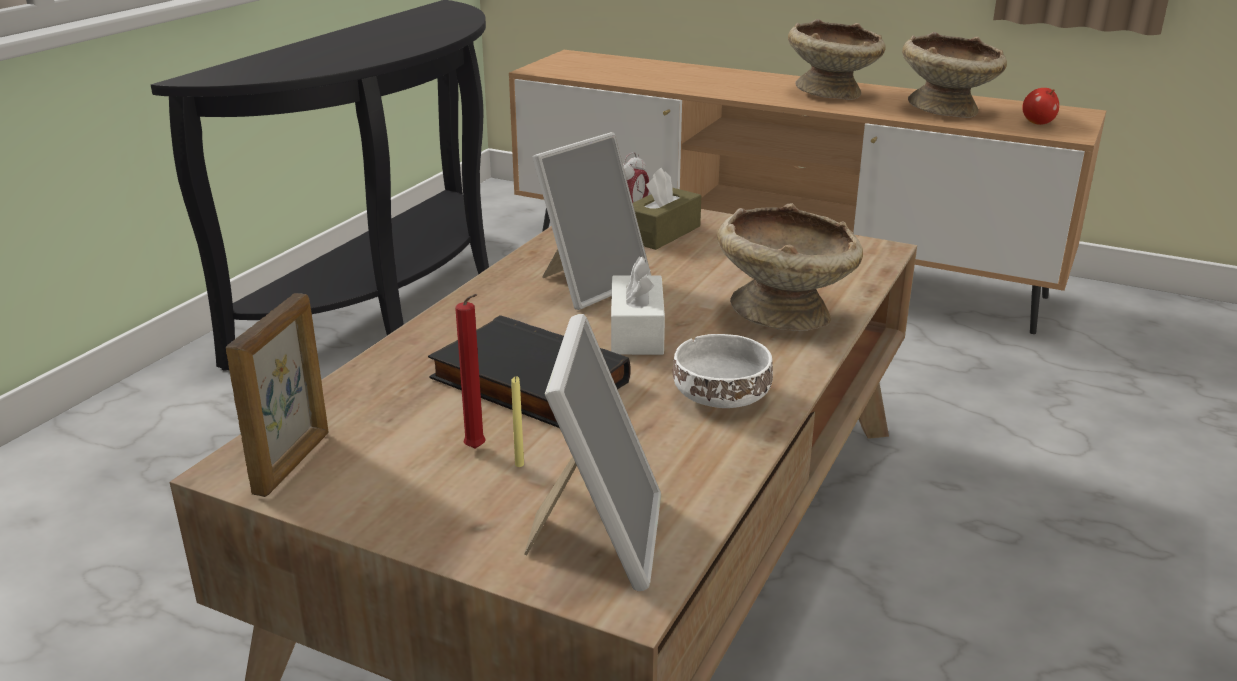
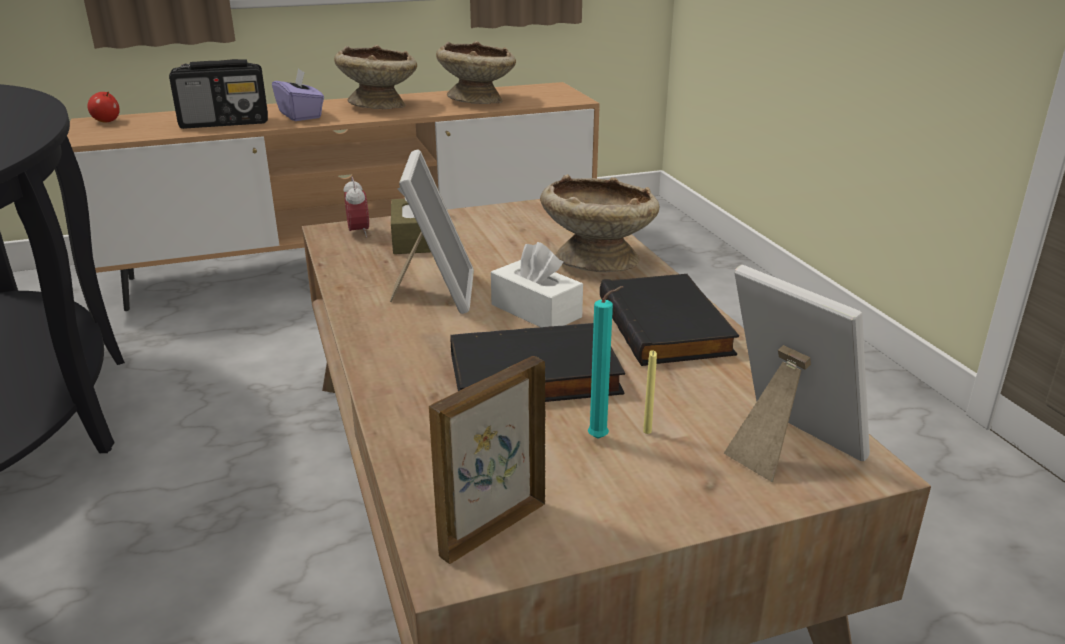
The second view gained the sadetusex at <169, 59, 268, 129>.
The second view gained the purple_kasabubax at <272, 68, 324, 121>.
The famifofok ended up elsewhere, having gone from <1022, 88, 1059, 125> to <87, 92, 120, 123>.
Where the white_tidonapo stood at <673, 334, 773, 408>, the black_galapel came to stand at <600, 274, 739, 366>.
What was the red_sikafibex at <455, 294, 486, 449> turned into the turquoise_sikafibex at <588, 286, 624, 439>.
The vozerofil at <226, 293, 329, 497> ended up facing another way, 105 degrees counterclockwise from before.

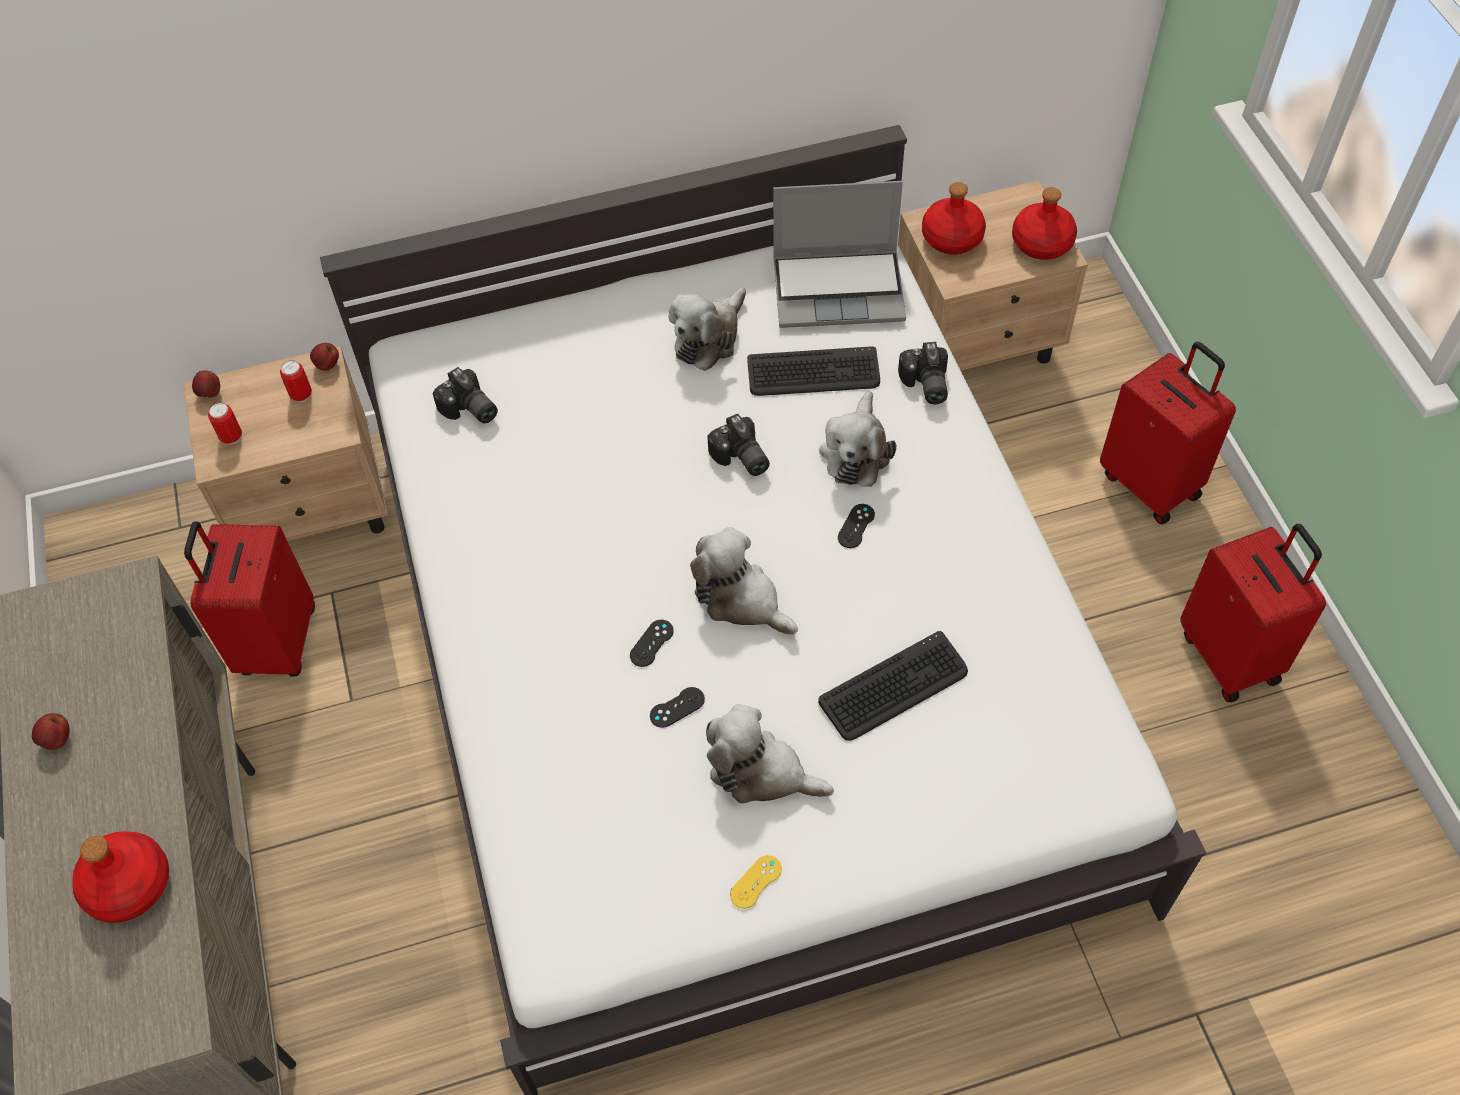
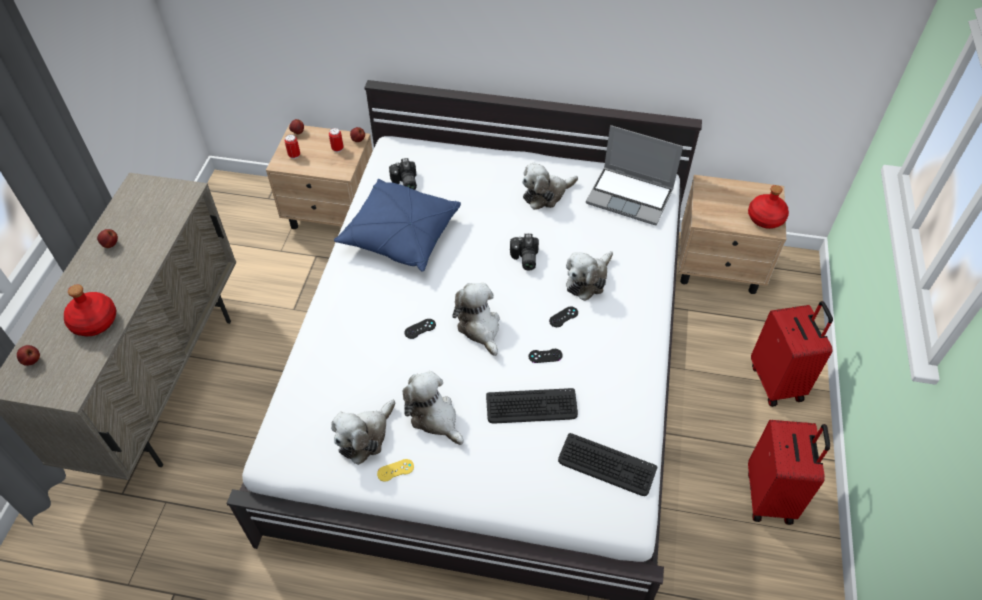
The second view lost the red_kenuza at <184, 521, 315, 677>.
The second view lost the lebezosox at <898, 342, 948, 404>.
The second view lost the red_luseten at <922, 182, 986, 255>.
The second view gained the famifofok at <17, 345, 40, 366>.
The second view gained the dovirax at <331, 400, 395, 465>.
The second view gained the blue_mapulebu at <334, 179, 461, 272>.
The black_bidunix ended up elsewhere, having gone from <650, 687, 705, 728> to <529, 349, 563, 363>.
The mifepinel ended up elsewhere, having gone from <747, 346, 880, 396> to <558, 433, 657, 496>.

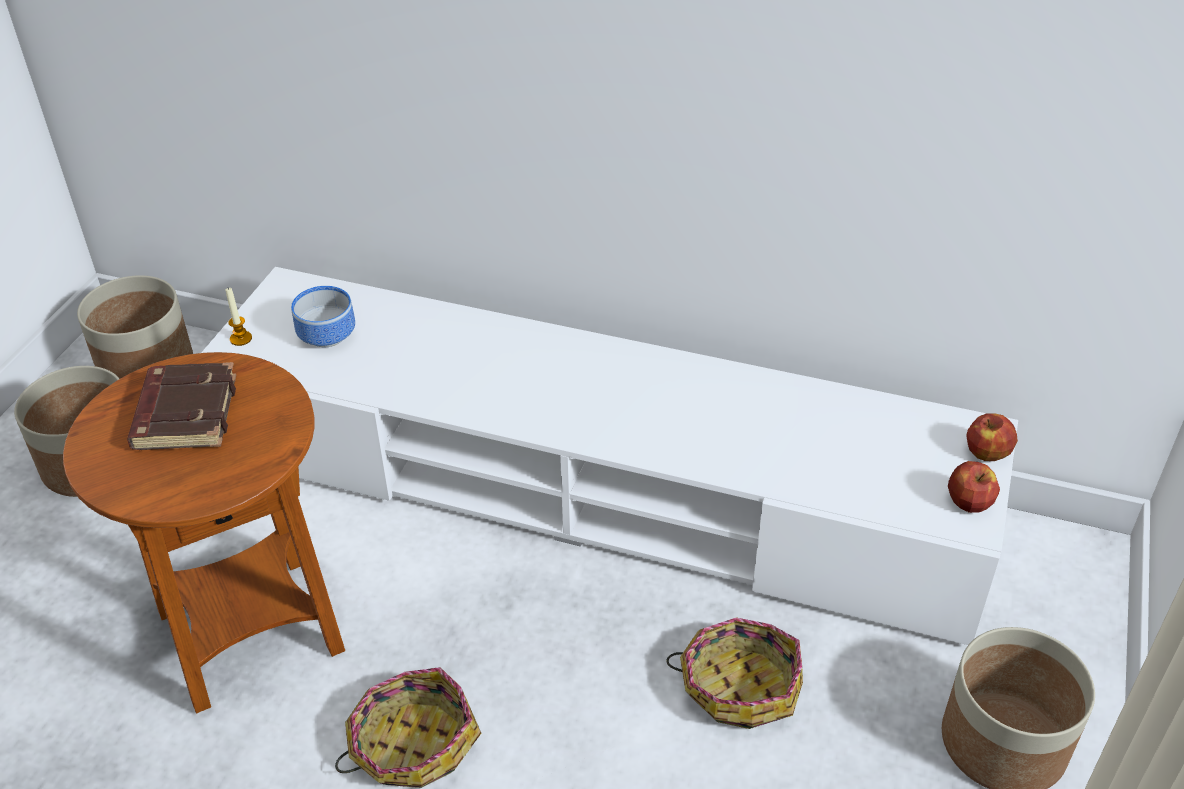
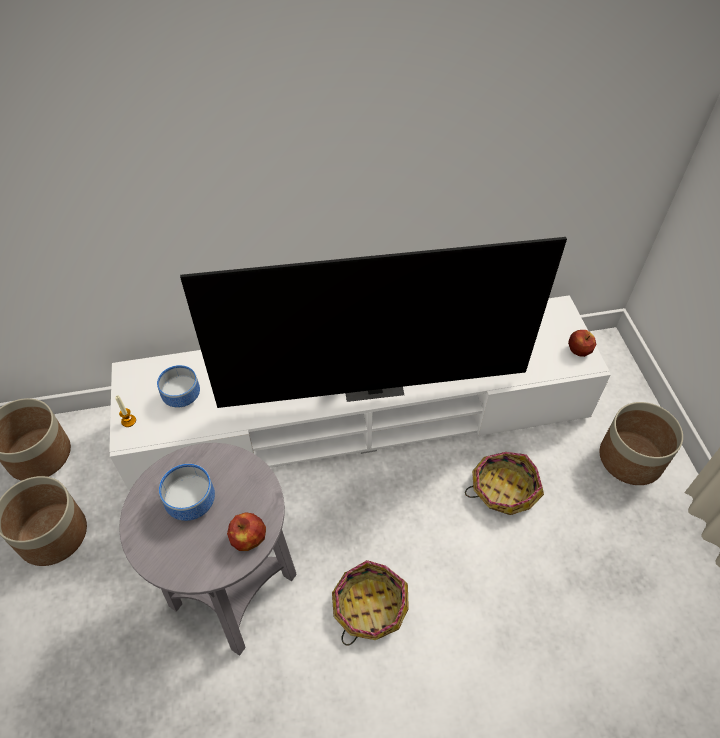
The second view gained the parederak at <180, 237, 567, 408>.
The famifofok ended up elsewhere, having gone from <966, 414, 1018, 461> to <227, 512, 266, 551>.
Where the brown_galapel stood at <127, 362, 236, 450>, the tidonapo came to stand at <159, 464, 215, 521>.
What was the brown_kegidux at <63, 352, 345, 714> turned into the grey_kegidux at <119, 443, 297, 656>.

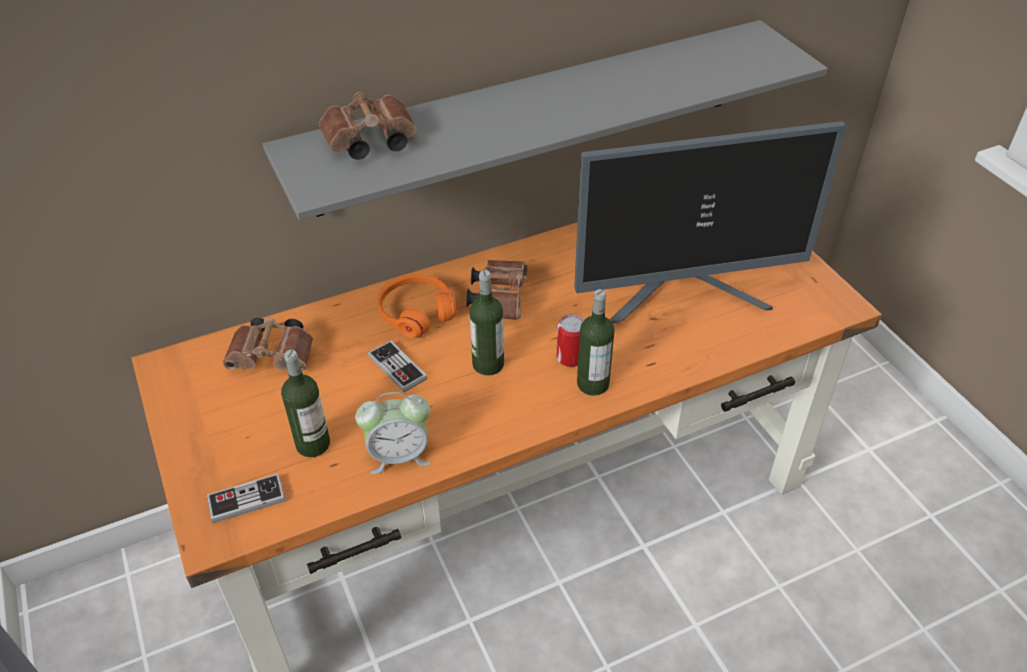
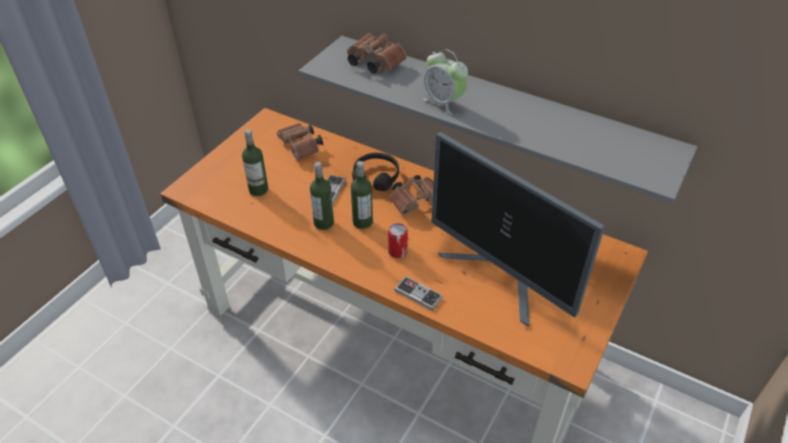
The bidunix ended up elsewhere, having gone from <207, 474, 286, 523> to <394, 276, 443, 310>.
The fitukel ended up elsewhere, having gone from <355, 392, 431, 474> to <423, 49, 468, 115>.
The luseten ended up elsewhere, having gone from <577, 289, 615, 396> to <310, 162, 334, 230>.
What was the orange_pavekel at <378, 274, 457, 338> turned into the black_pavekel at <352, 153, 399, 191>.

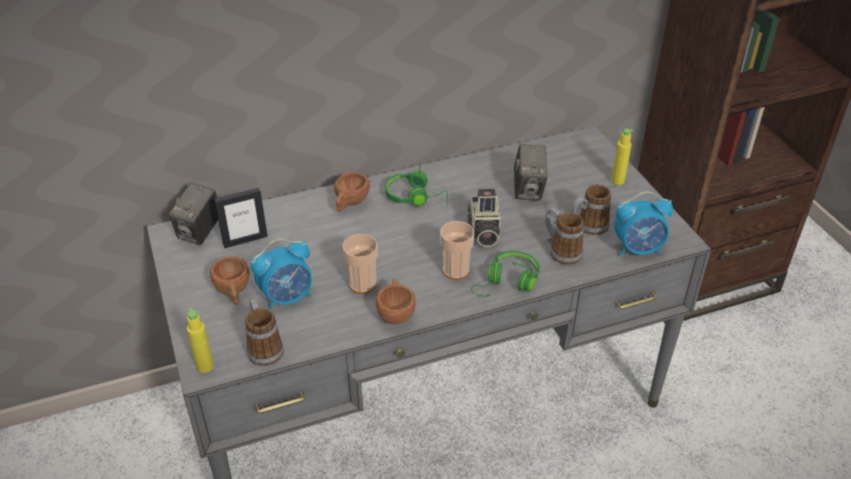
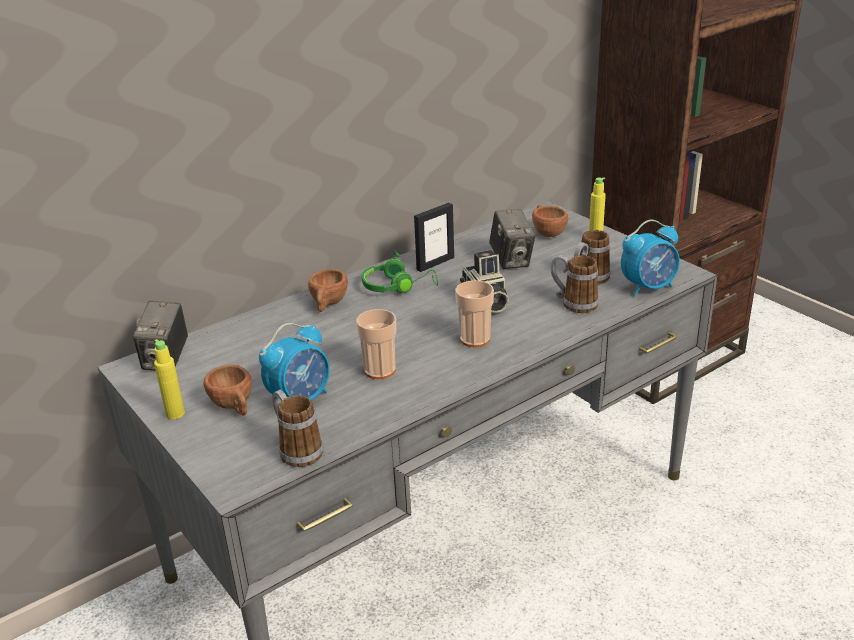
The second view lost the green_pavekel at <471, 251, 540, 297>.
The yellow_luseten ended up elsewhere, having gone from <187, 308, 214, 373> to <154, 339, 185, 419>.
The vozerofil ended up elsewhere, having gone from <214, 187, 268, 248> to <414, 203, 454, 272>.
The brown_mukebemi ended up elsewhere, having gone from <376, 278, 416, 325> to <532, 204, 568, 237>.

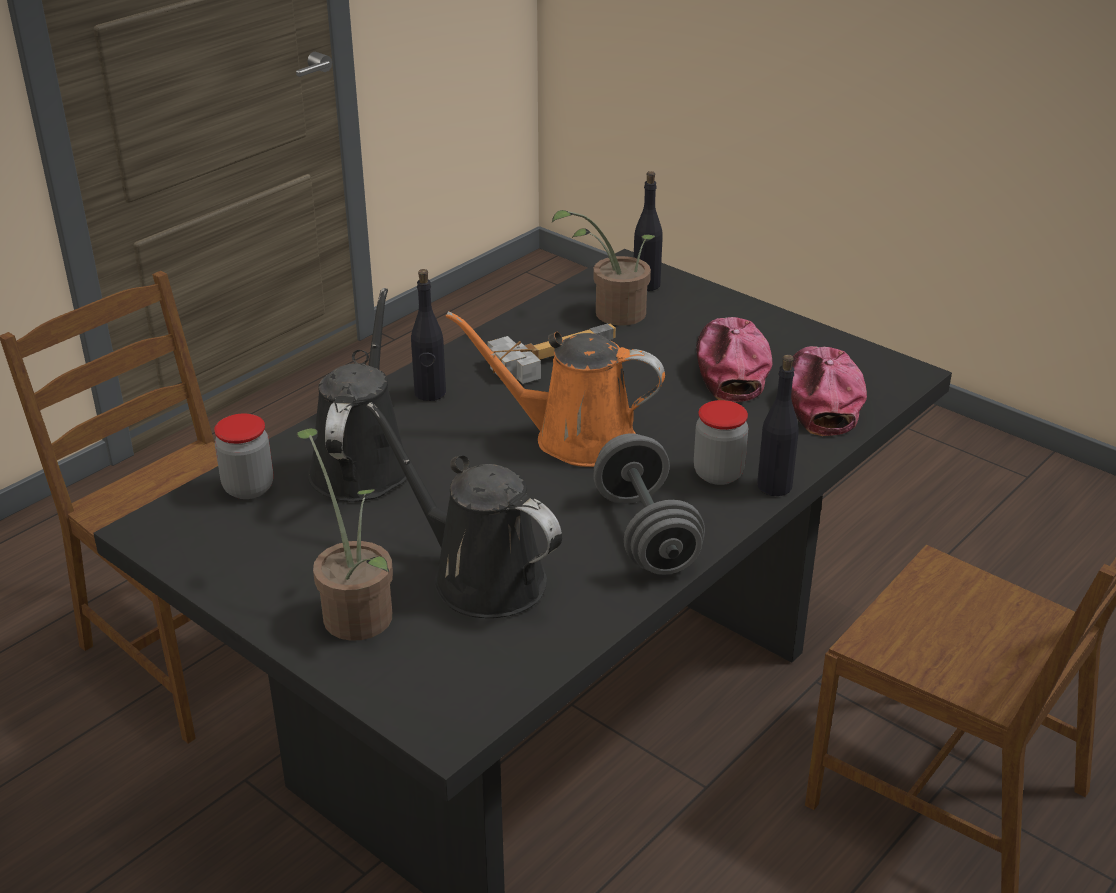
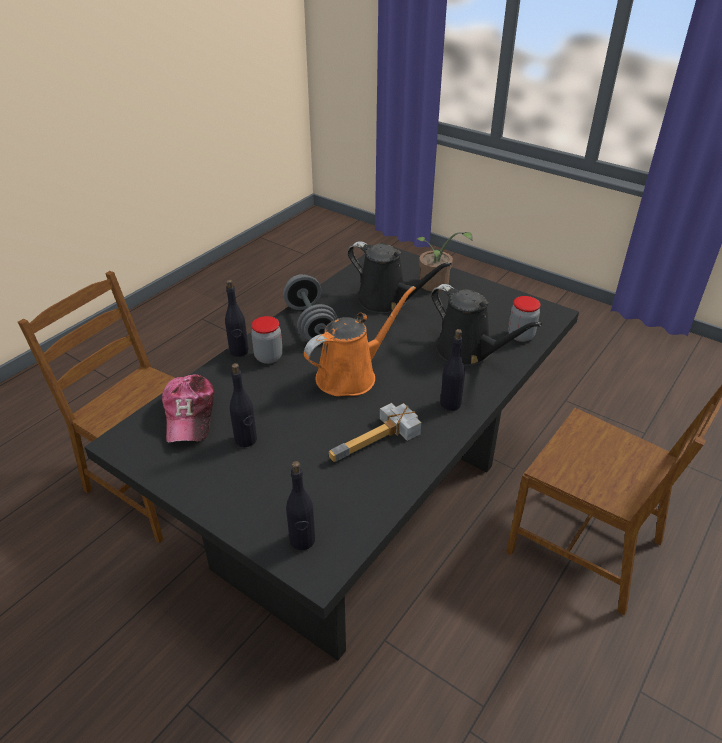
The second view lost the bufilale at <552, 210, 655, 326>.
Where the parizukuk stood at <696, 317, 773, 402>, the black_luseten came to stand at <230, 363, 257, 447>.
The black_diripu at <308, 288, 407, 502> ended up facing another way, 45 degrees counterclockwise from before.
The orange_diripu at <445, 311, 665, 467> ended up facing another way, 45 degrees counterclockwise from before.

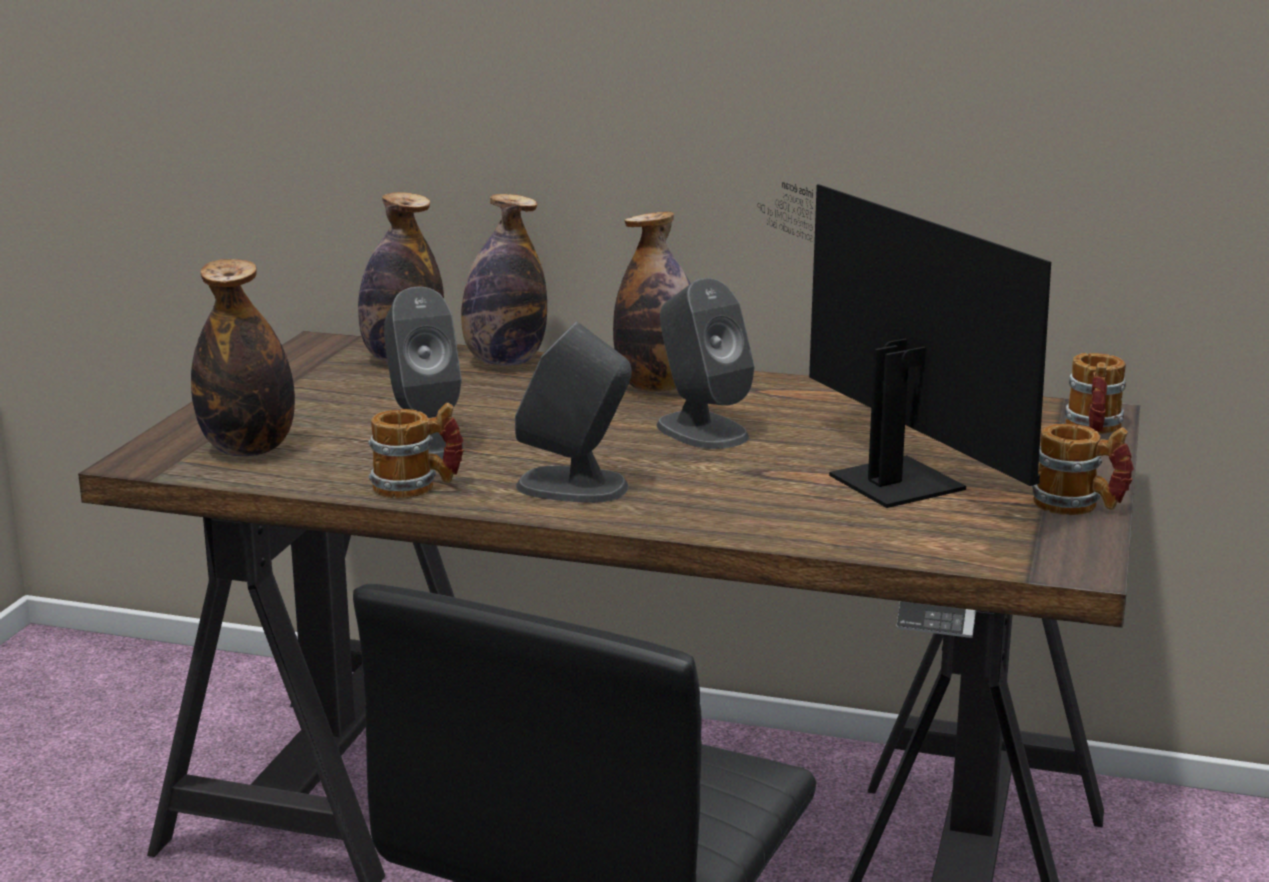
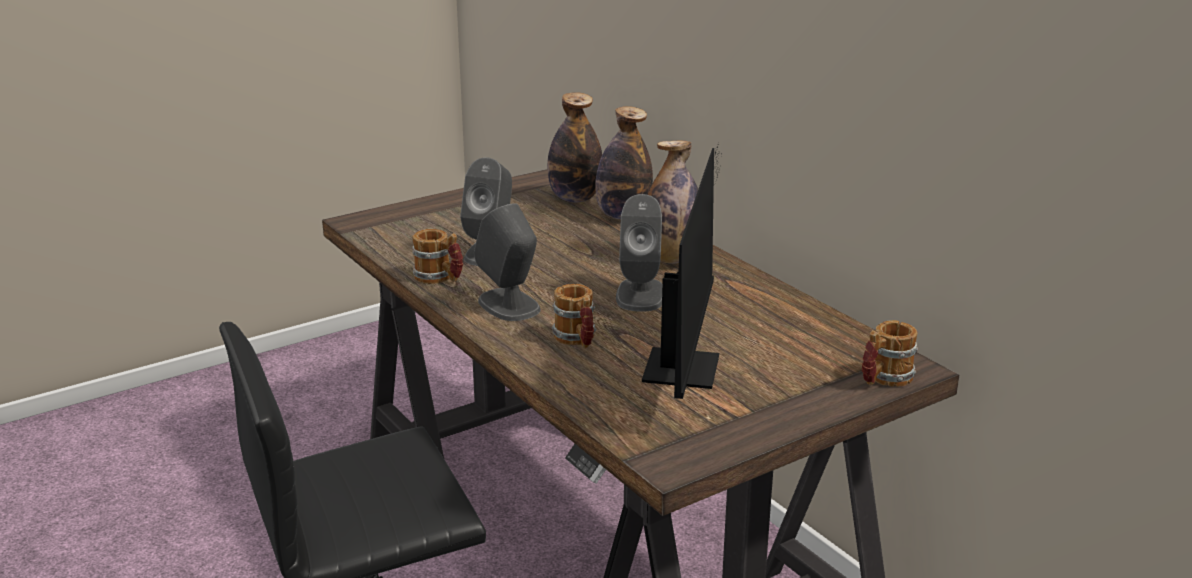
The second view lost the luseten at <191, 259, 295, 456>.
The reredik ended up elsewhere, having gone from <1032, 424, 1134, 515> to <552, 284, 596, 348>.

